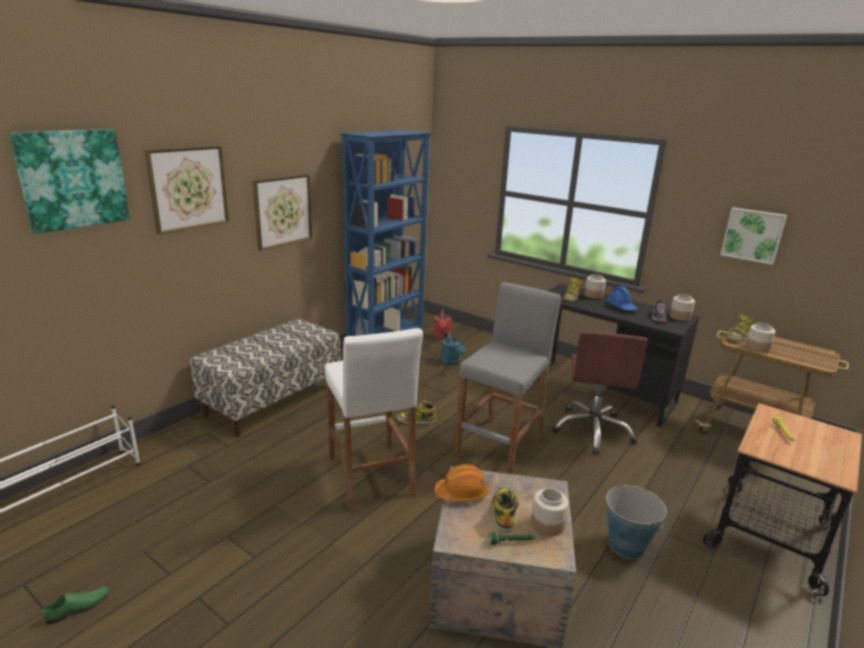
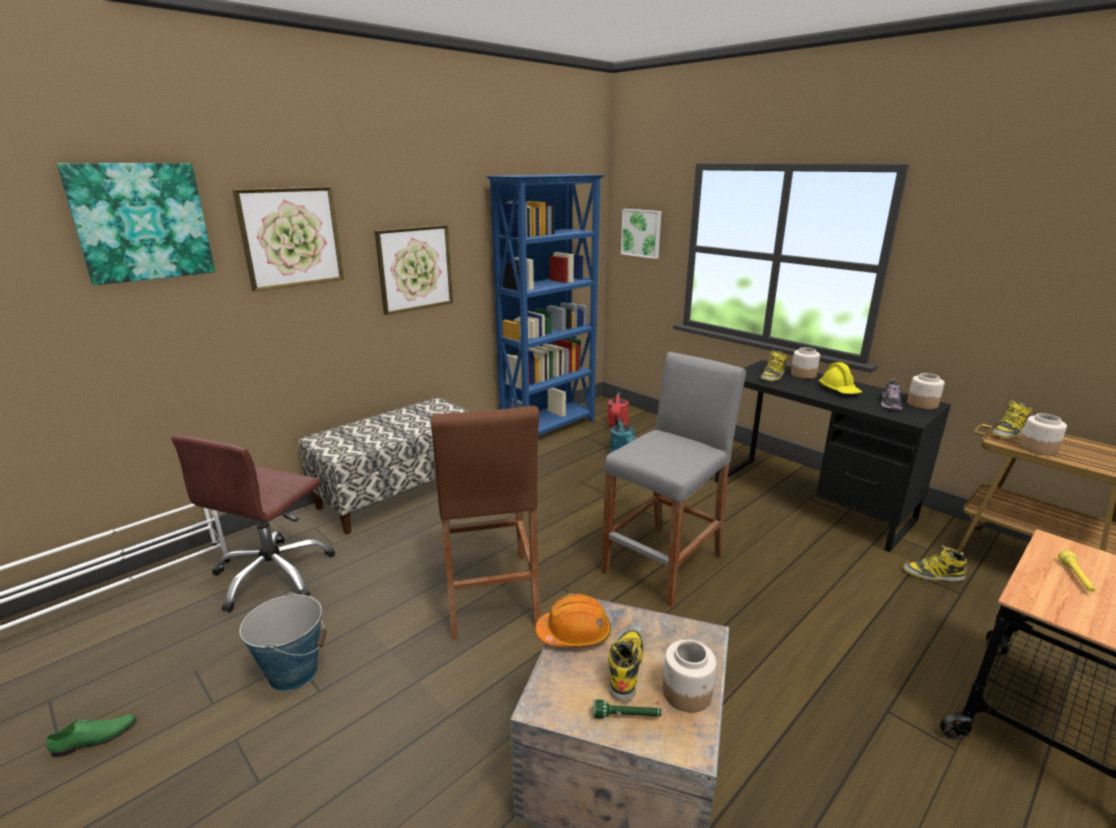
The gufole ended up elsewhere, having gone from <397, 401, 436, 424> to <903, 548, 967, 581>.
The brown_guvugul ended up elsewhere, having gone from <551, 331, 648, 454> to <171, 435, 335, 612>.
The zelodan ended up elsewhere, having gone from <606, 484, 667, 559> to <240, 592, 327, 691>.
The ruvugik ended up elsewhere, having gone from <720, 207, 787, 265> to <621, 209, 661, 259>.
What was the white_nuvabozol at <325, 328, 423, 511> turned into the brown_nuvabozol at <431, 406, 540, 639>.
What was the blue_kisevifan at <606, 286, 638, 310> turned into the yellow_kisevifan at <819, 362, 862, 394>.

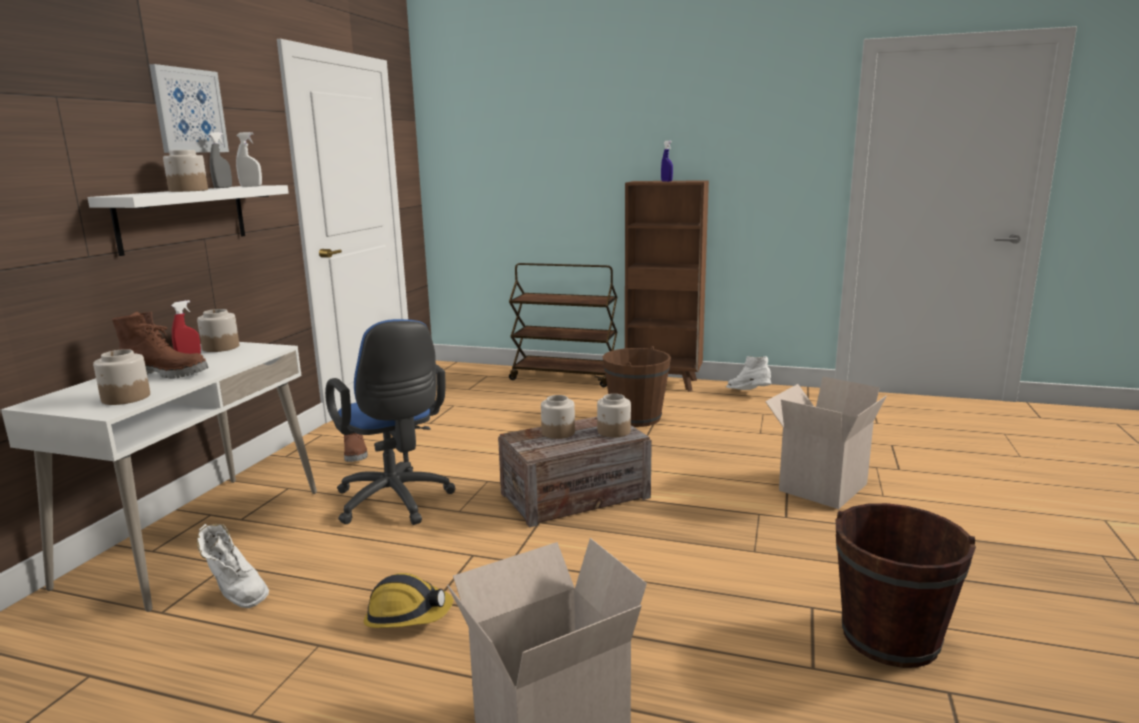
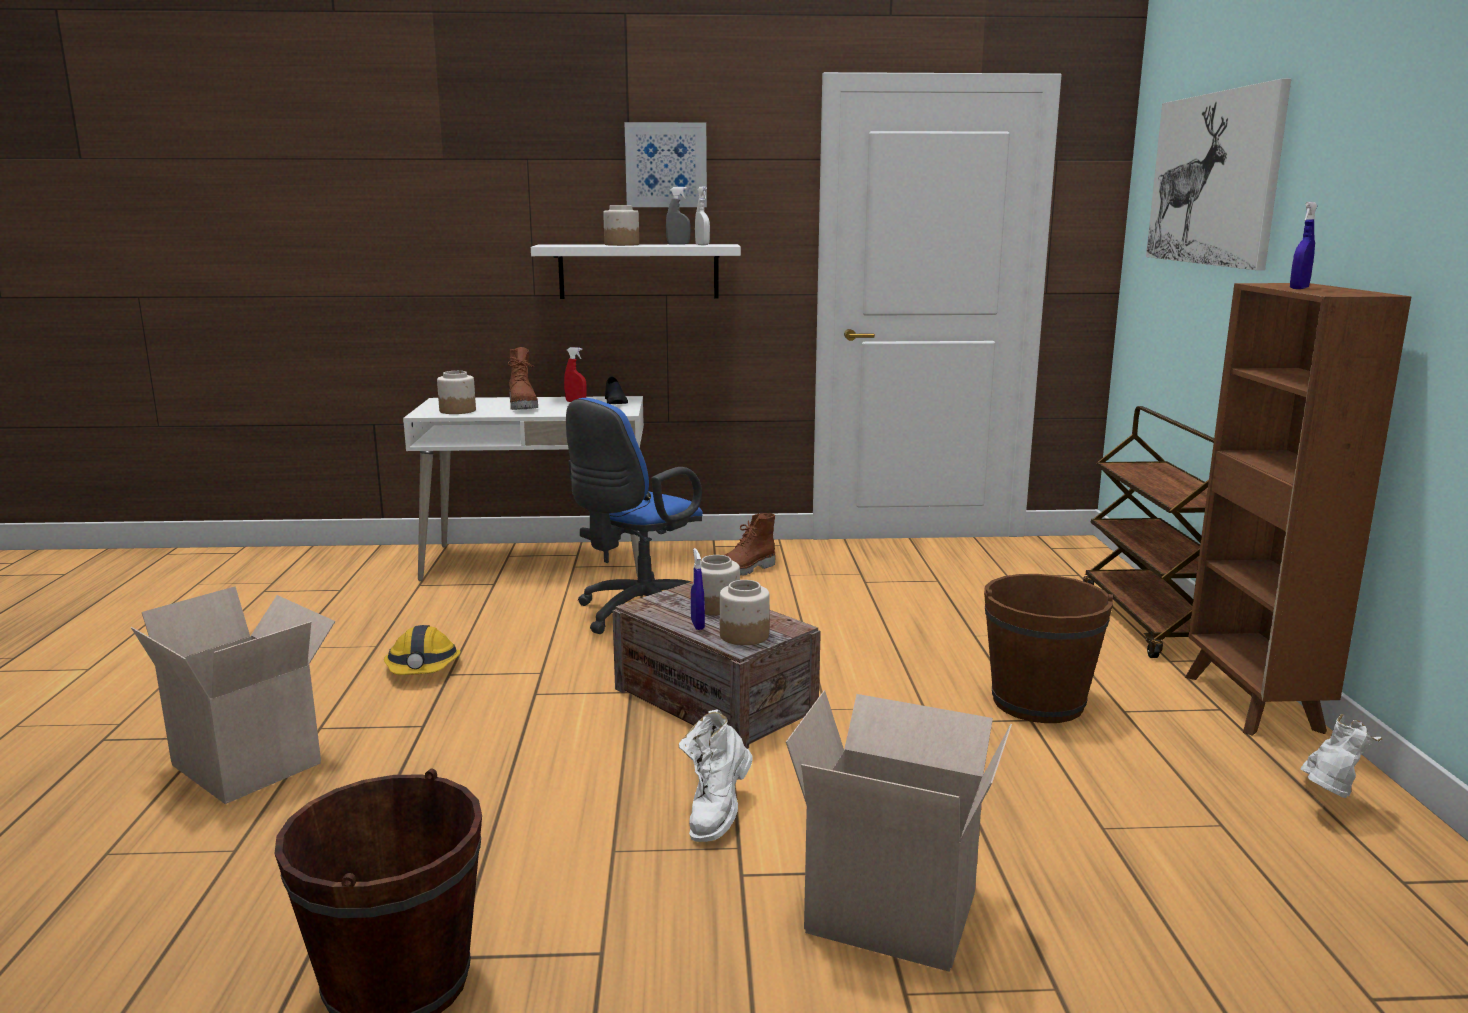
The second view gained the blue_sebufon at <691, 548, 705, 630>.
The second view gained the ruvugik at <1146, 79, 1291, 270>.
The white_gufole ended up elsewhere, having gone from <197, 524, 269, 608> to <679, 709, 752, 842>.
Where the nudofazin stood at <197, 309, 239, 352>, the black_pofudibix came to stand at <605, 376, 628, 404>.

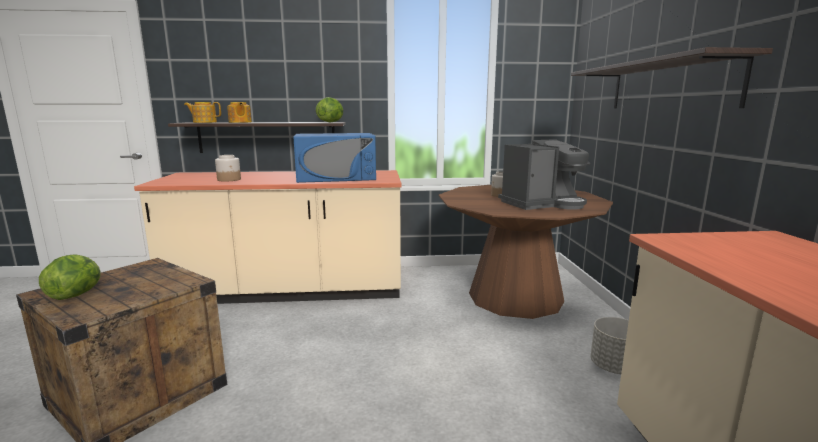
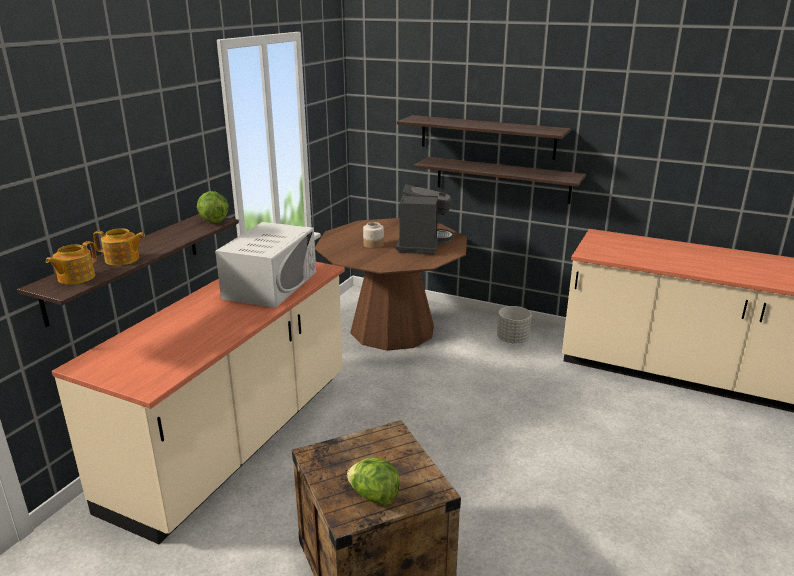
The second view lost the nudofazin at <215, 155, 241, 182>.
The second view gained the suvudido at <414, 157, 586, 204>.
What was the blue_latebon at <293, 133, 376, 183> turned into the white_latebon at <215, 222, 316, 308>.

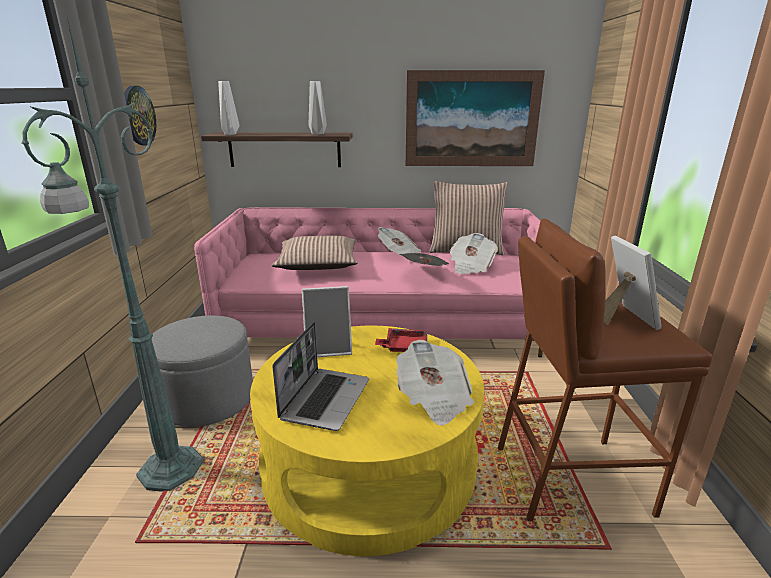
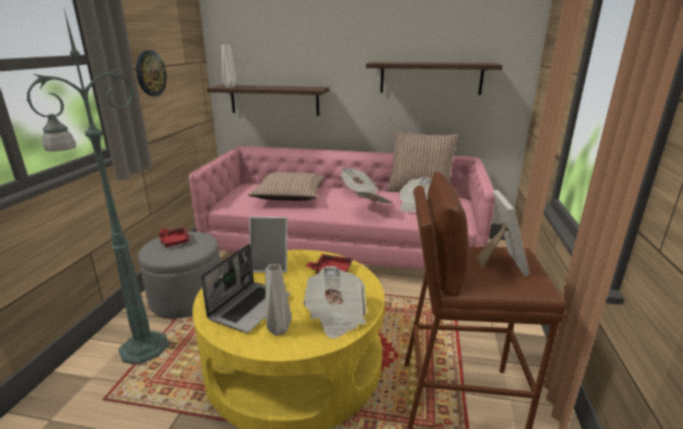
The second view gained the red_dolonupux at <158, 227, 190, 248>.
The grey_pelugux ended up elsewhere, having gone from <309, 81, 327, 135> to <265, 264, 292, 336>.
Where the ruvugik hung at <405, 70, 545, 166>, the suvudido came to hang at <366, 62, 503, 95>.

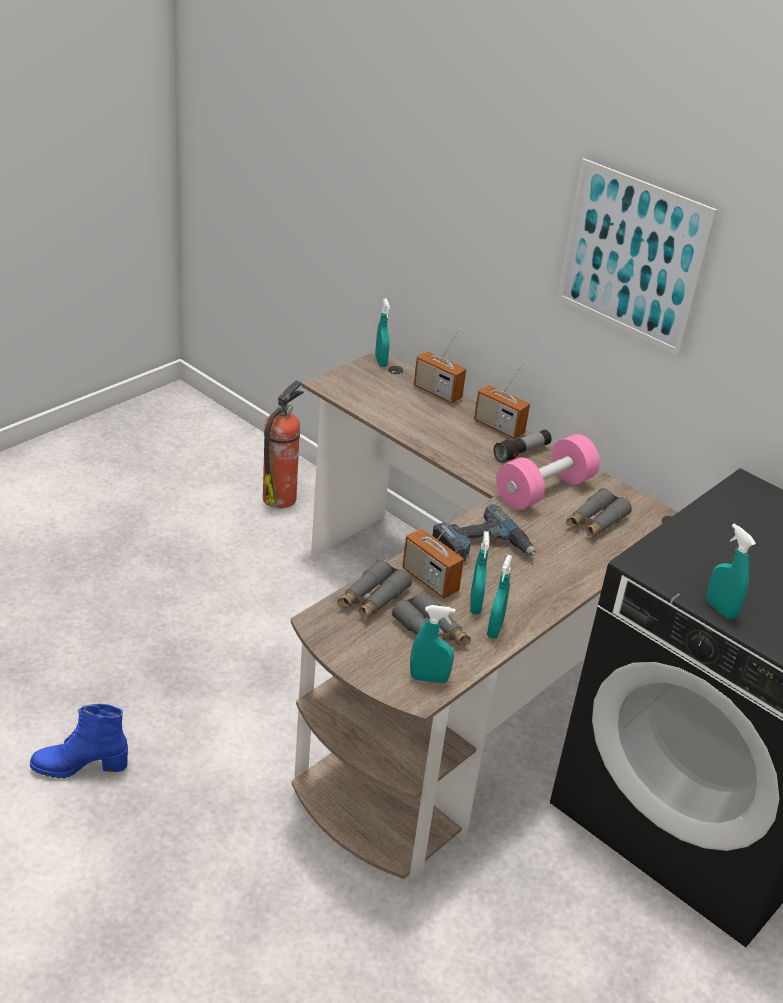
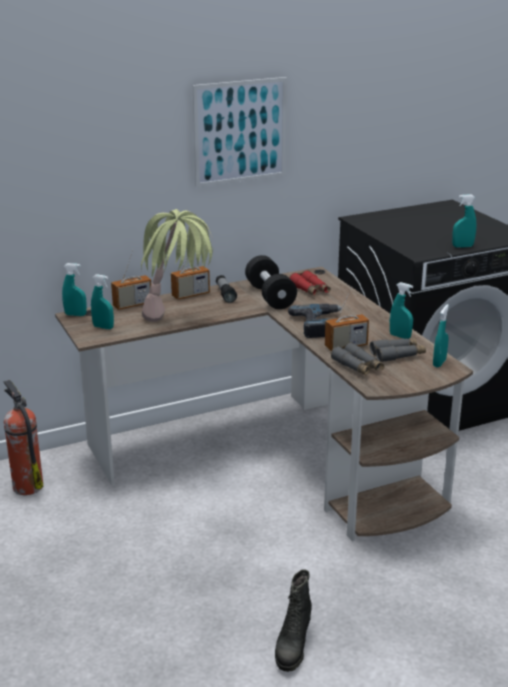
The second view gained the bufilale at <141, 209, 213, 322>.
The turquoise_sebufon ended up elsewhere, having gone from <470, 531, 489, 614> to <91, 274, 114, 329>.
What was the blue_gufole at <30, 704, 128, 778> turned into the black_gufole at <275, 569, 312, 672>.
What was the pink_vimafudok at <496, 434, 600, 510> turned into the black_vimafudok at <245, 255, 297, 309>.
What was the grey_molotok at <566, 488, 632, 538> turned into the red_molotok at <289, 270, 331, 296>.

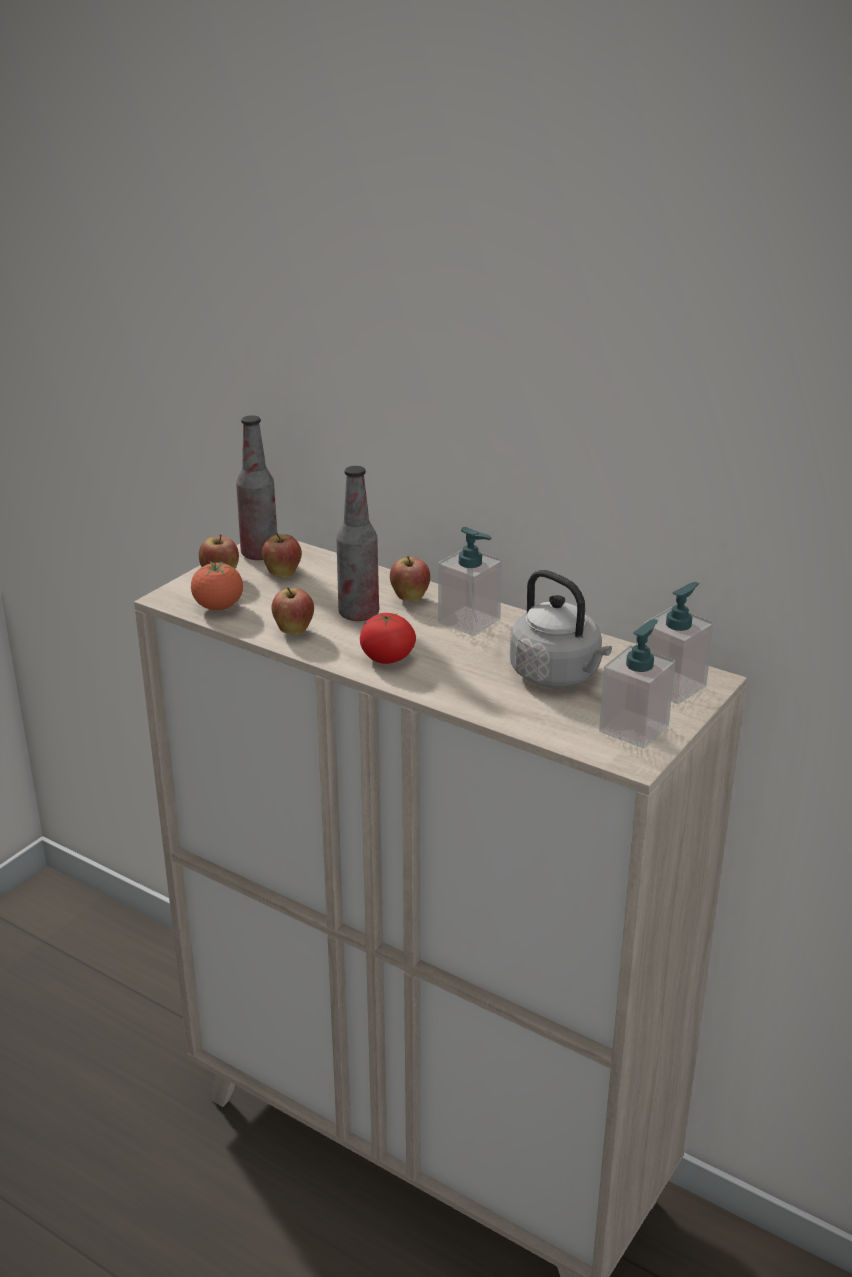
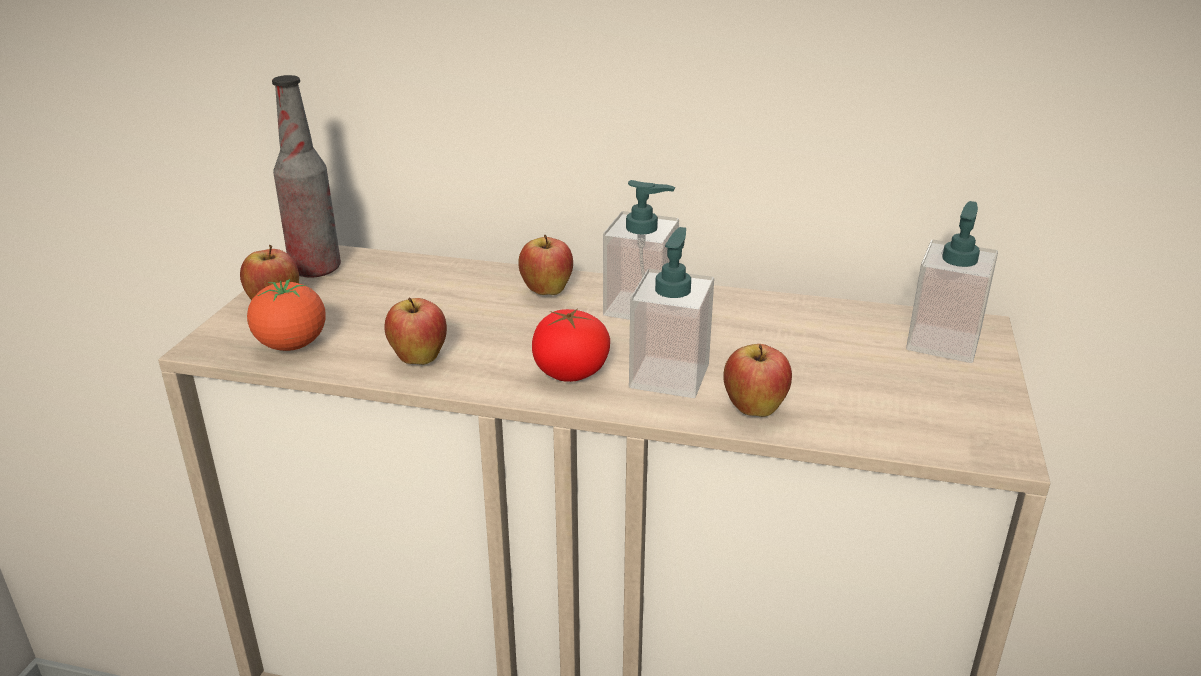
The second view lost the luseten at <336, 466, 379, 621>.
The second view lost the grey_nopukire at <510, 570, 612, 687>.
The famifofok ended up elsewhere, having gone from <262, 533, 302, 578> to <723, 344, 792, 417>.
The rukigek ended up elsewhere, having gone from <599, 619, 675, 749> to <629, 227, 714, 398>.

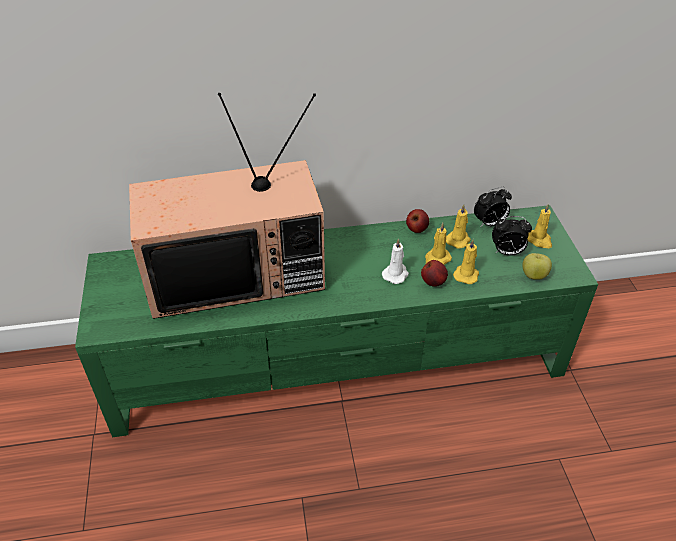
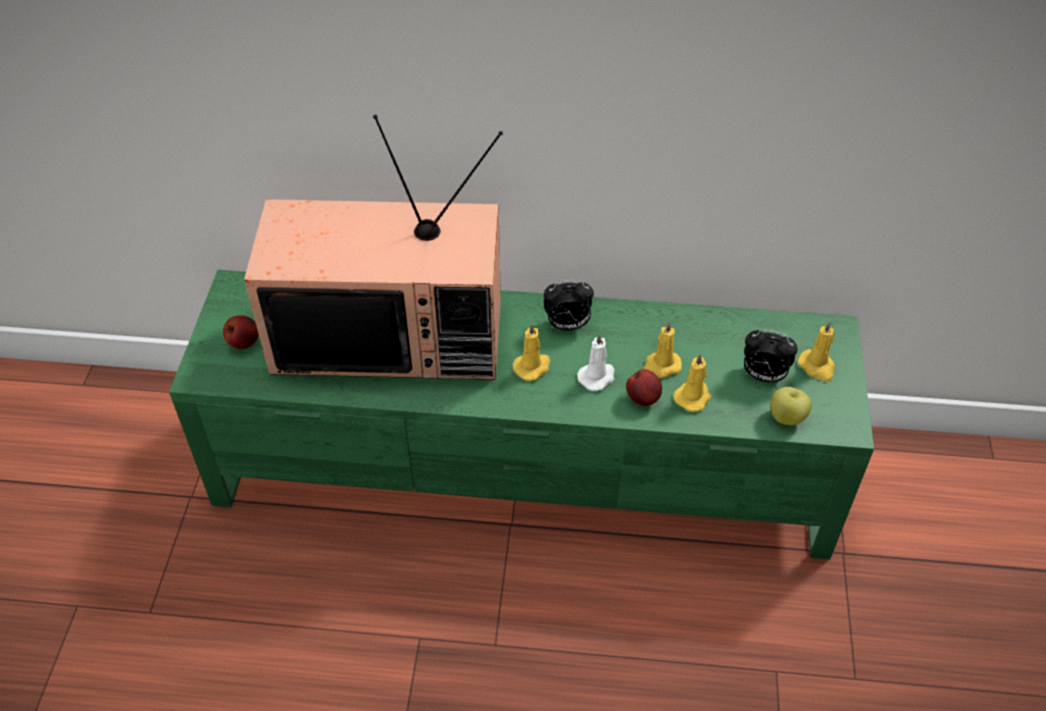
The famifofok ended up elsewhere, having gone from <406, 209, 429, 233> to <223, 315, 259, 349>.
The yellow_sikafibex ended up elsewhere, having gone from <446, 205, 471, 249> to <513, 323, 550, 381>.
The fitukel ended up elsewhere, having gone from <474, 187, 512, 227> to <544, 280, 594, 330>.

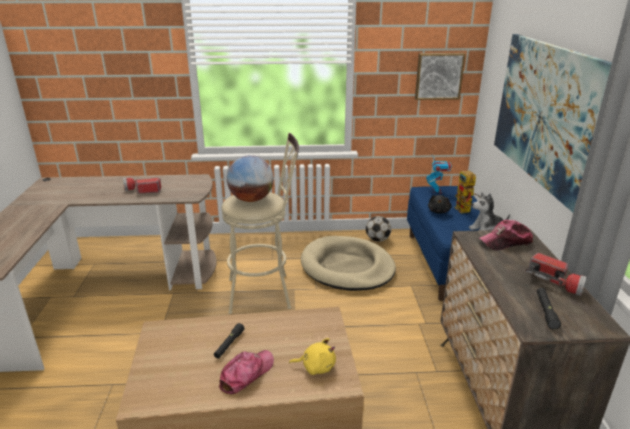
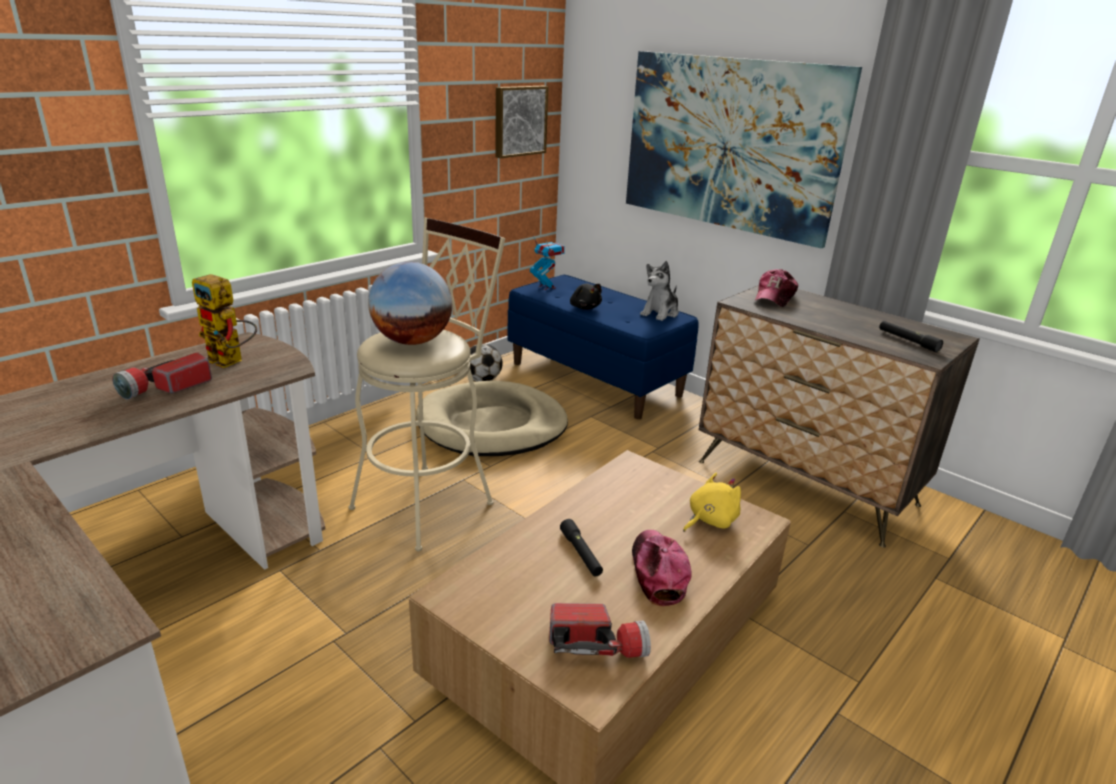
The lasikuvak ended up elsewhere, having gone from <454, 170, 481, 213> to <192, 274, 257, 368>.
The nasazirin ended up elsewhere, having gone from <526, 253, 586, 296> to <549, 603, 651, 658>.

